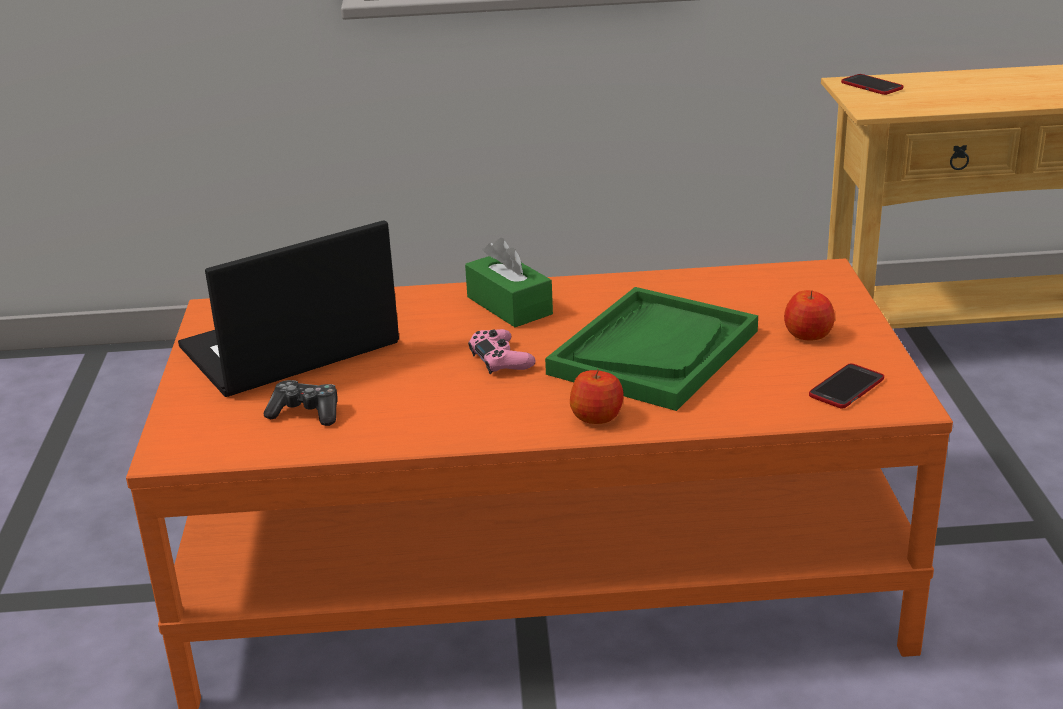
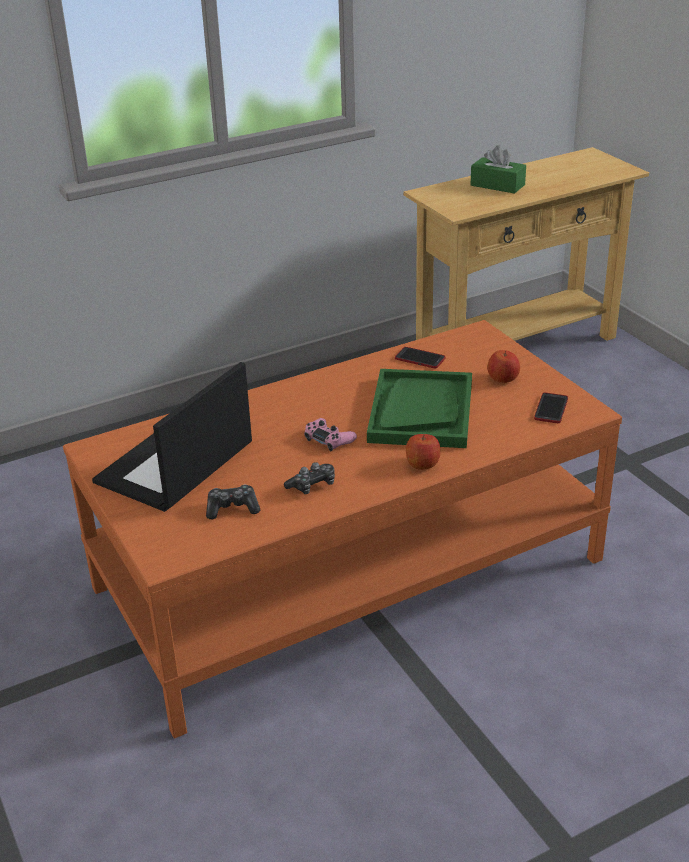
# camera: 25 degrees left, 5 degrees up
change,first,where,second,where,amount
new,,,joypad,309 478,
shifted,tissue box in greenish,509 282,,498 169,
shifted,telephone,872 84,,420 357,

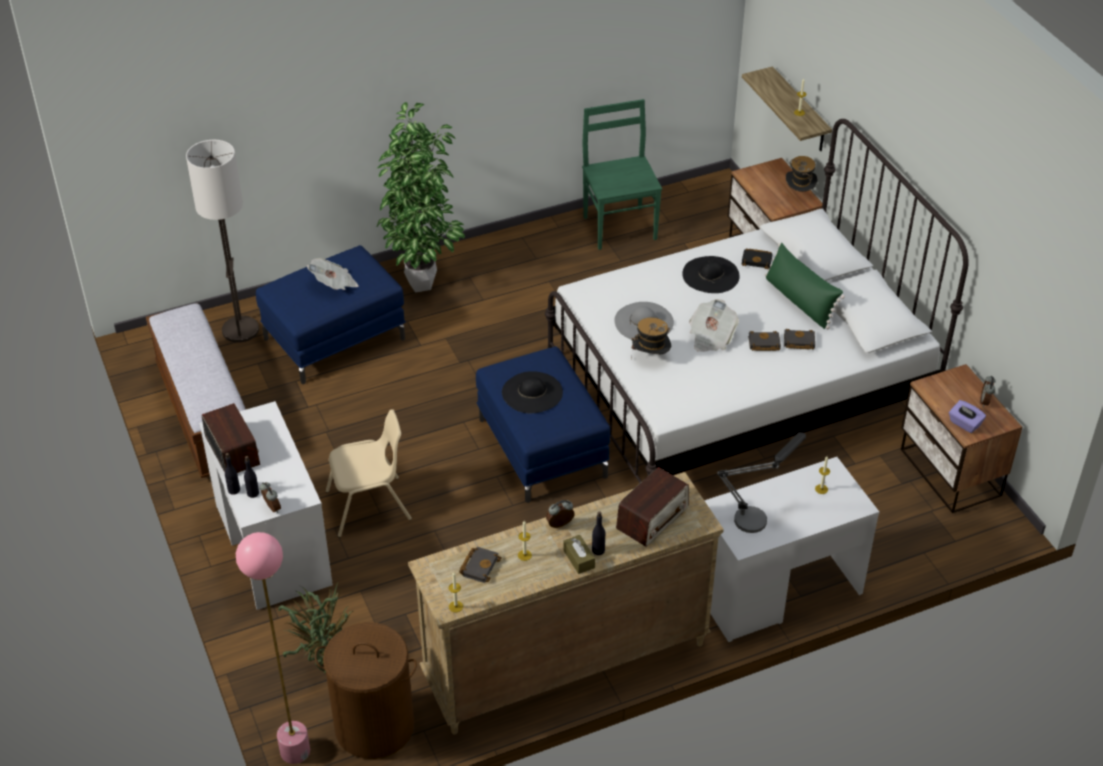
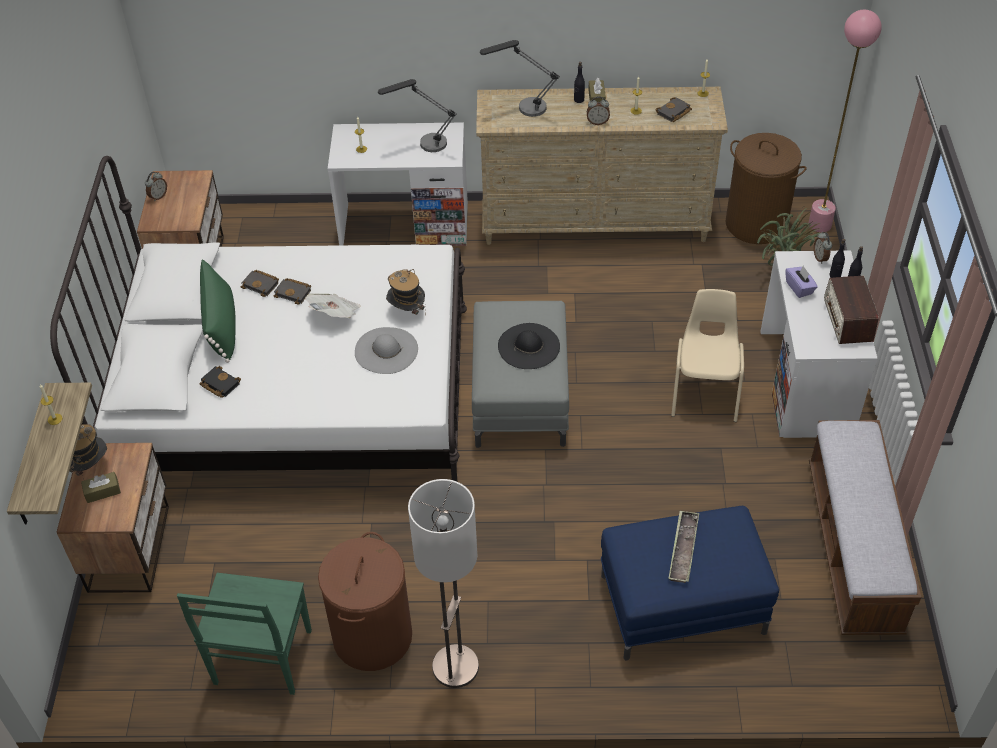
# camera: 155 degrees left, 5 degrees up
change,first,where,second,where,amount
gone,potted plant,421 197,,,
gone,wearable hat in black-coloured,711 274,,,
new,,,tissue box in brown,101 487,
new,,,laundry basket in brown,365 601,
shifted,floor lamp,222 241,,443 583,
shifted,tissue box in purplish,967 416,,802 281,
swapped,daily paper,332 274,tray,683 547,
swapped,radio receiver,652 507,table lamp,520 78,
repainted,ottoman in bluish,543 424,ottoman in greyish,520 374,
rotated,chair in sand-coloured,369 473,,707 355,90 degrees clockwise

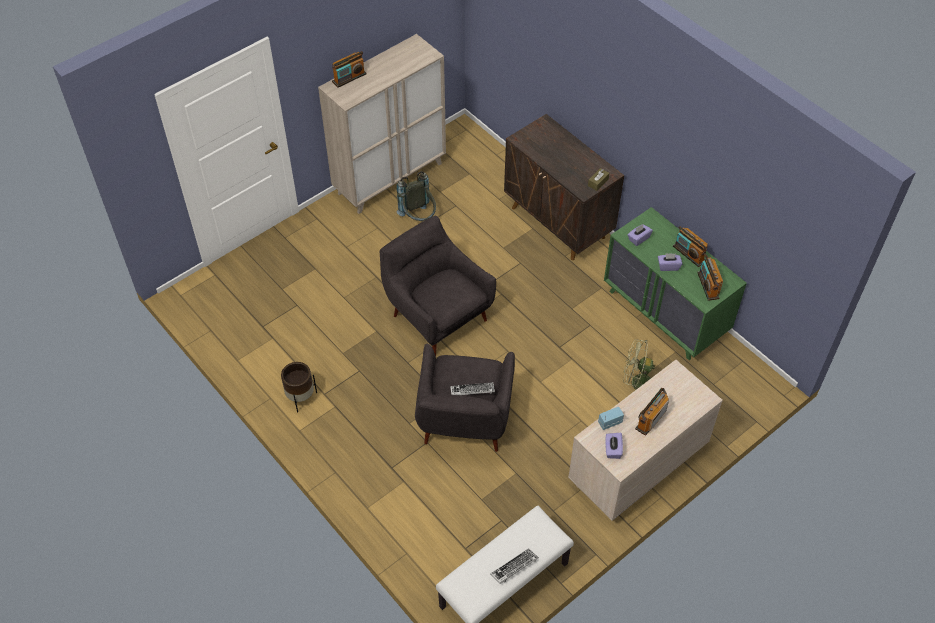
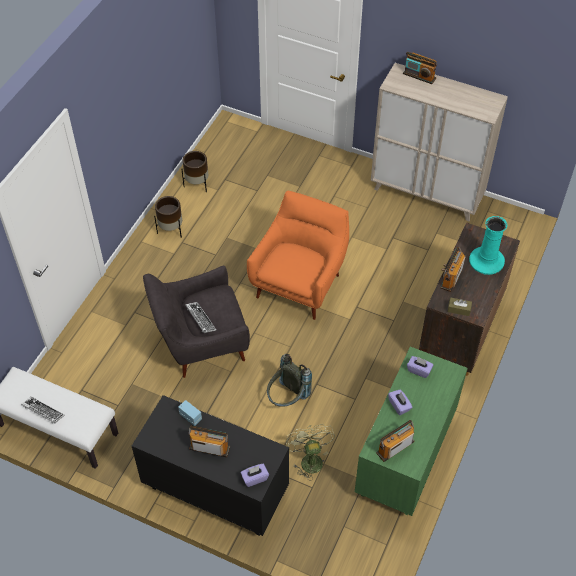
# camera: 65 degrees right, 0 degrees up
change,first,where,second,where,amount
new,,,flower pot in brown,195 171,
new,,,flower vase in blue-green,488 245,
shifted,backpack in greyish,416 196,,289 380,
shifted,tissue box in purplish,614 446,,255 475,
shifted,radio receiver,690 246,,452 269,
repainted,lounge chair in greyish,438 286,lounge chair in orangey,298 255,
repainted,drawer chest in sand-coloured,645 440,drawer chest in black-coloured,210 465,

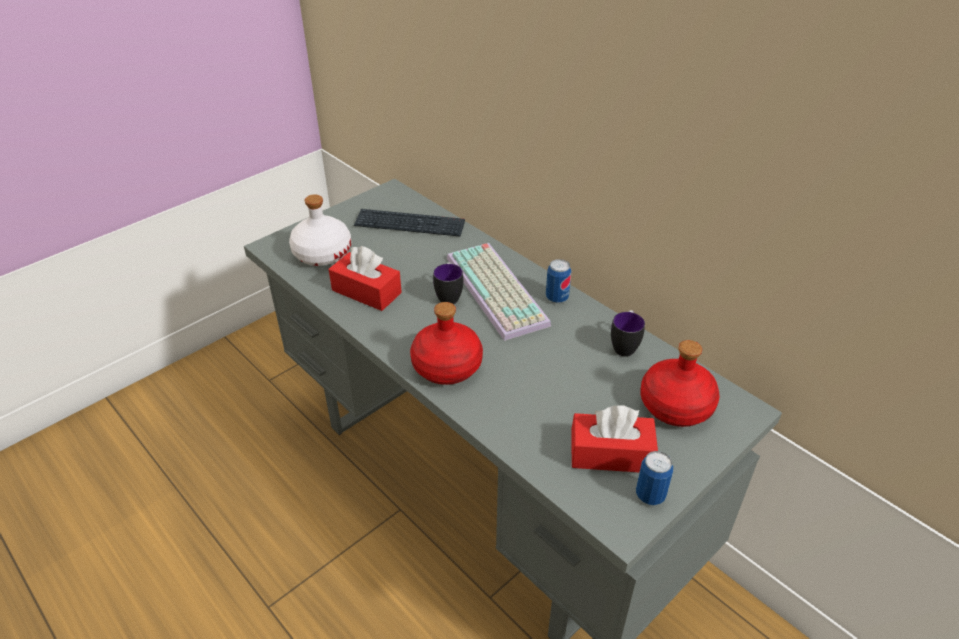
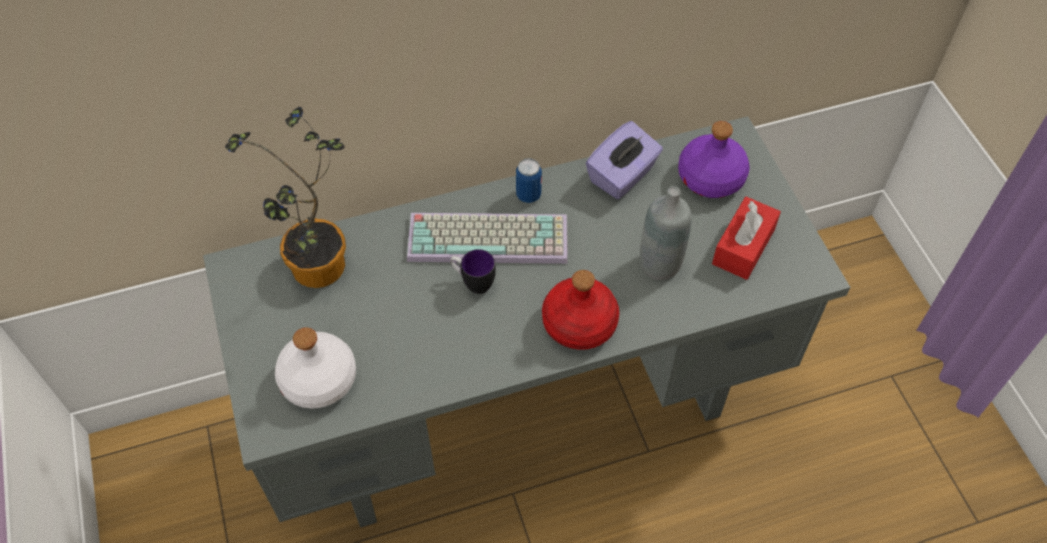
# camera: 65 degrees left, 15 degrees up
change,first,where,second,where,amount
gone,tissue box in red-coloured,365 278,,,
gone,can,654 478,,,
new,,,drink bottle in greyish,666 233,
swapped,PC keyboard,409 223,potted plant,285 197,
swapped,mug,628 333,tissue box in purplish,624 160,
repainted,drink bottle in red-coloured,680 383,drink bottle in purplish,714 159,

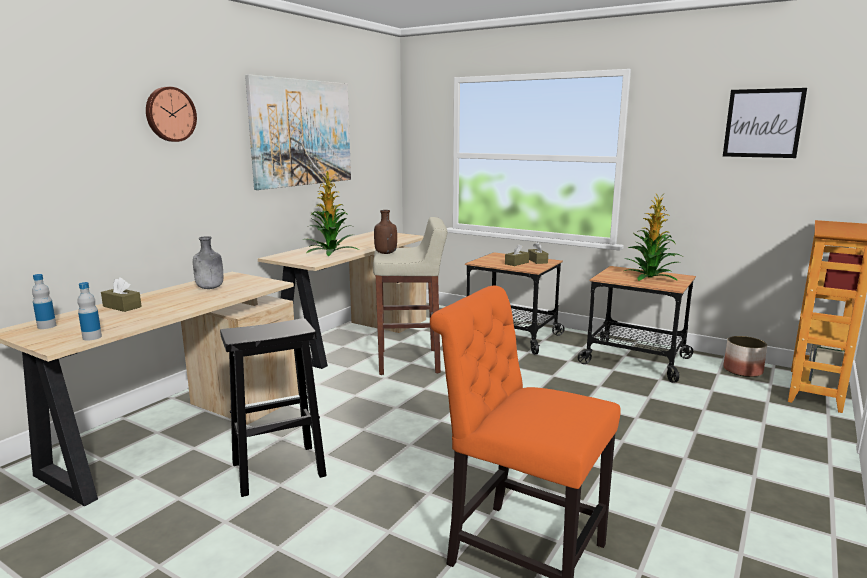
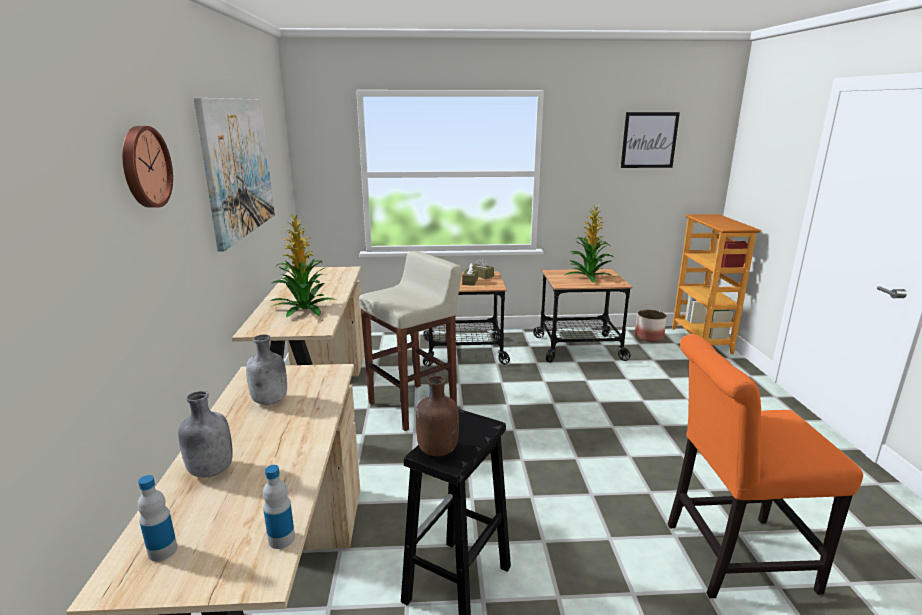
# camera: 35 degrees left, 5 degrees up
change,first,where,second,where,amount
shifted,drink bottle in brown,385 232,,437 416,
swapped,tissue box in brown,121 294,drink bottle in greyish,205 434,

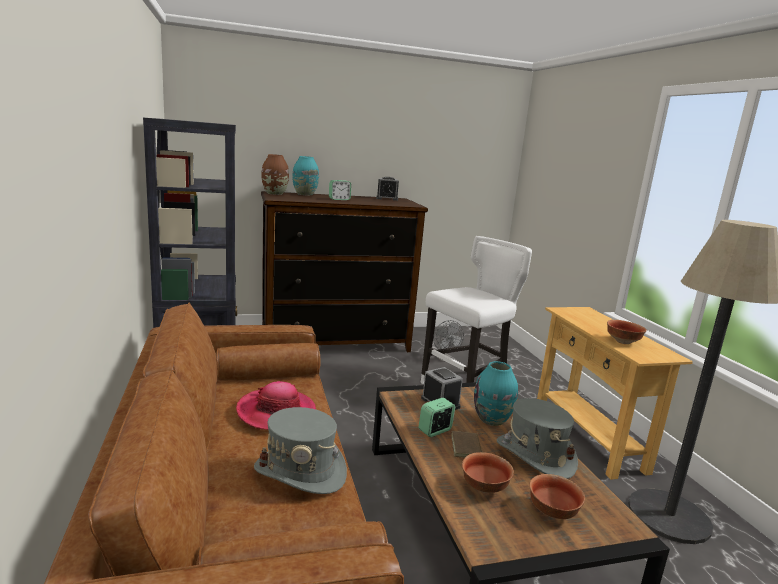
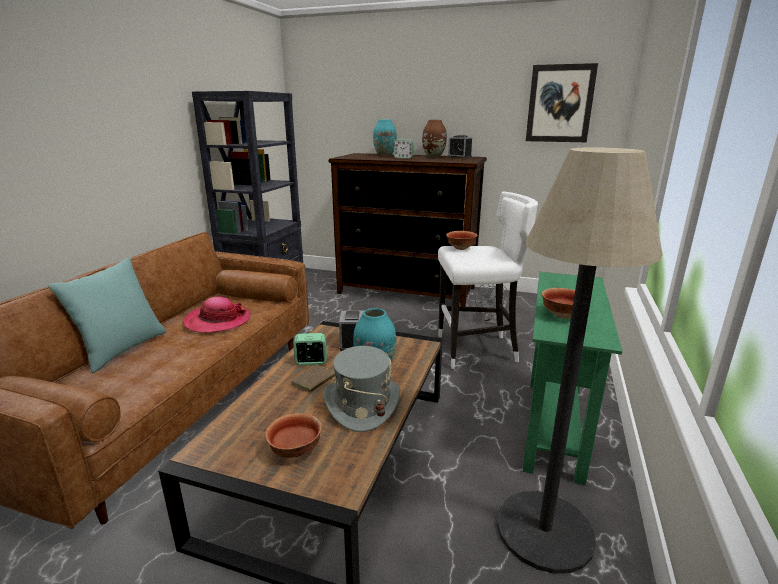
# camera: 35 degrees right, 5 degrees up
change,first,where,second,where,amount
gone,wearable hat in greyish,300 450,,,
new,,,throw pillow in blue-green,107 315,
new,,,wall picture,562 102,
shifted,flower vase in brown,275 174,,434 138,
shifted,deep dish,488 472,,462 240,
repainted,console table in sand-coloured,615 393,console table in greenish,573 378,

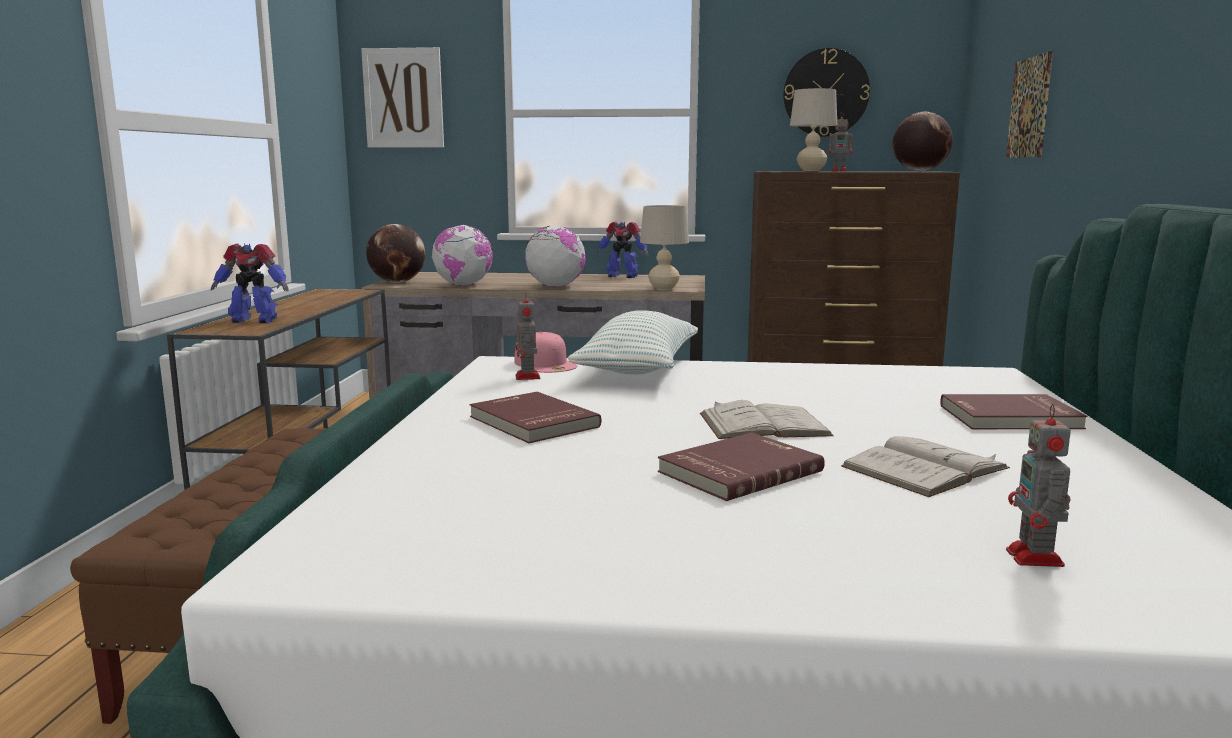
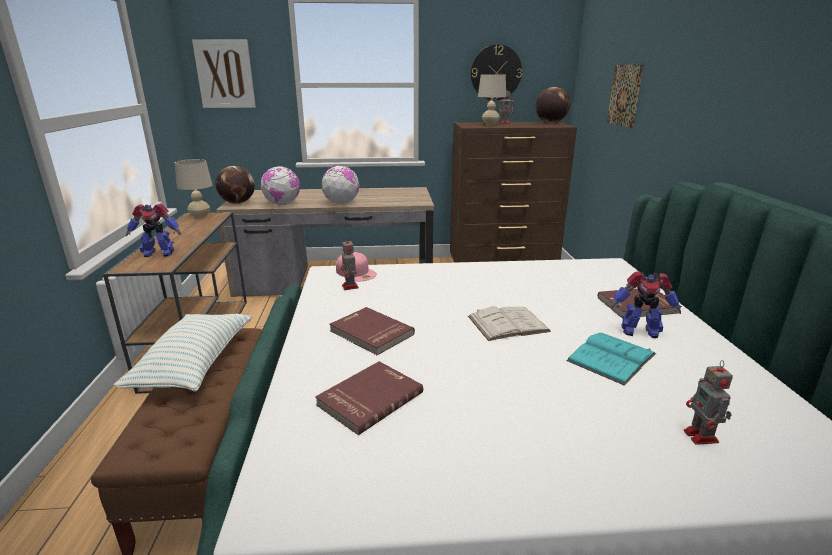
# camera: 10 degrees left, 10 degrees up
change,first,where,second,where,amount
shifted,throw pillow,633 342,,182 353,
shifted,robot figure,622 249,,646 304,
shifted,table lamp in sand-coloured,664 247,,193 188,
shifted,volume in red-coloured,741 467,,369 398,
repainted,volume in whitish,925 466,volume in blue-green,611 359,

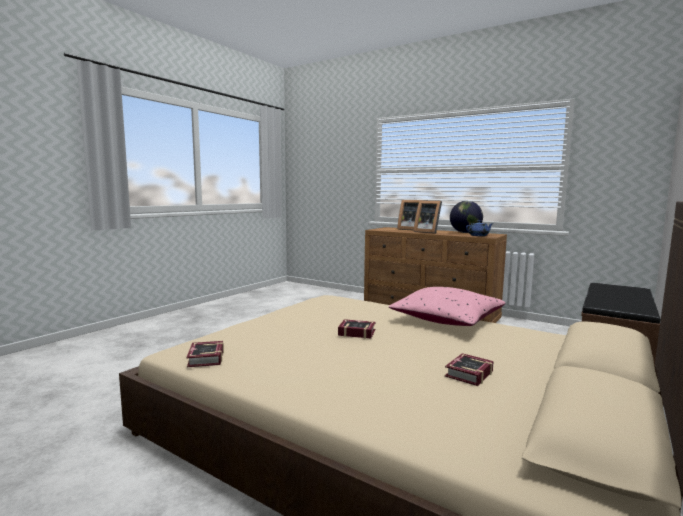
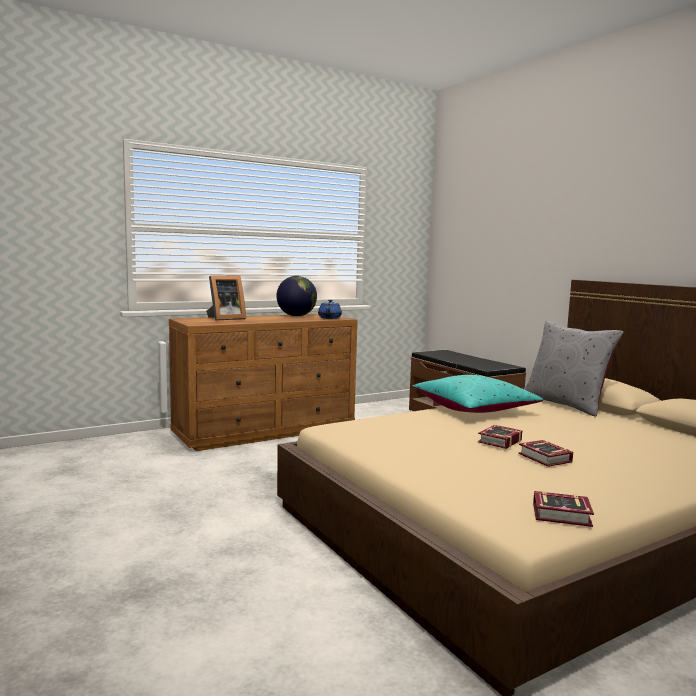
# camera: 65 degrees left, 0 degrees up
change,first,where,second,where,amount
gone,standing frame,427 217,,,
new,,,throw pillow in greyish,574 369,
shifted,volume,469 369,,545 453,
repainted,throw pillow in pink,447 306,throw pillow in blue-green,478 394,

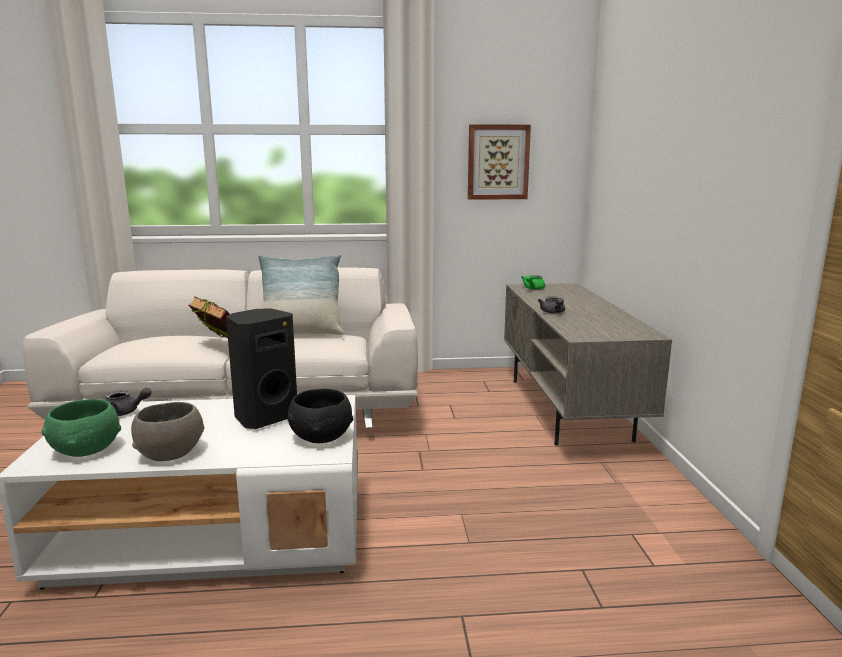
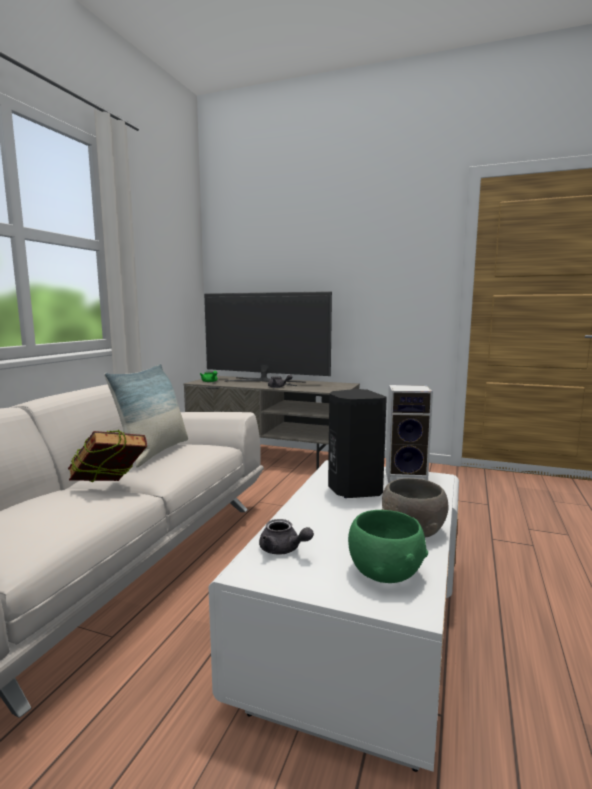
# camera: 65 degrees left, 5 degrees down
change,first,where,second,where,amount
gone,wall picture,499 162,,,
new,,,TV,268 338,
swapped,deep dish in black-coloured,320 416,loudspeaker,409 434,
rotated,tea pot in greyish,128 402,,286 537,105 degrees clockwise

